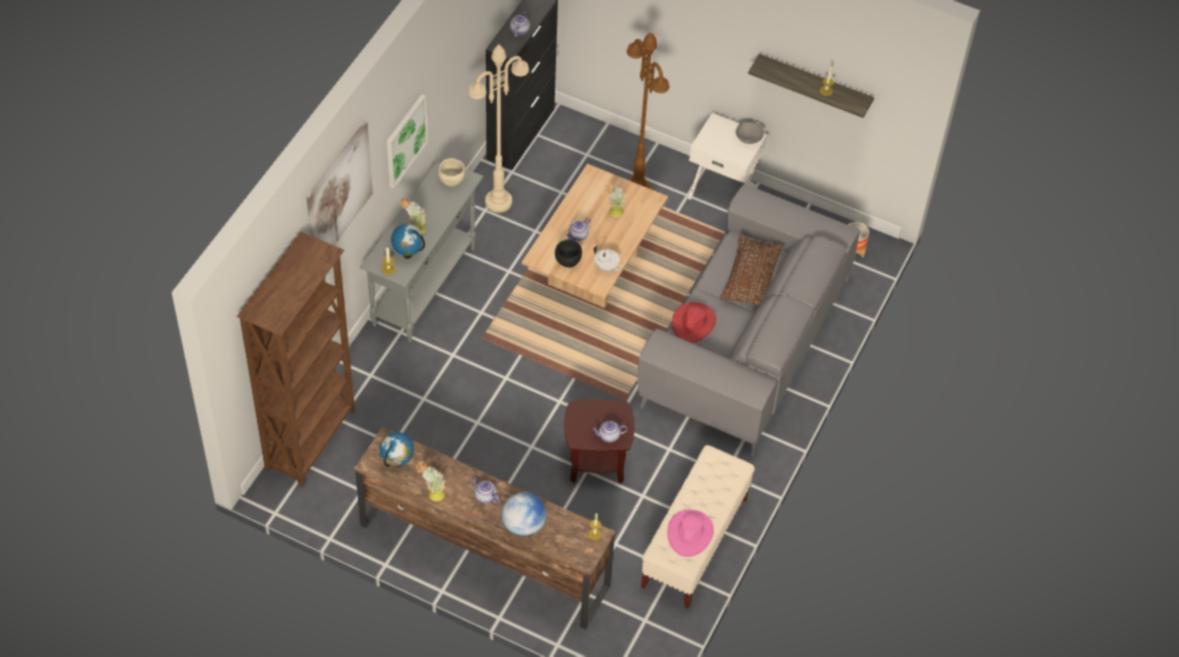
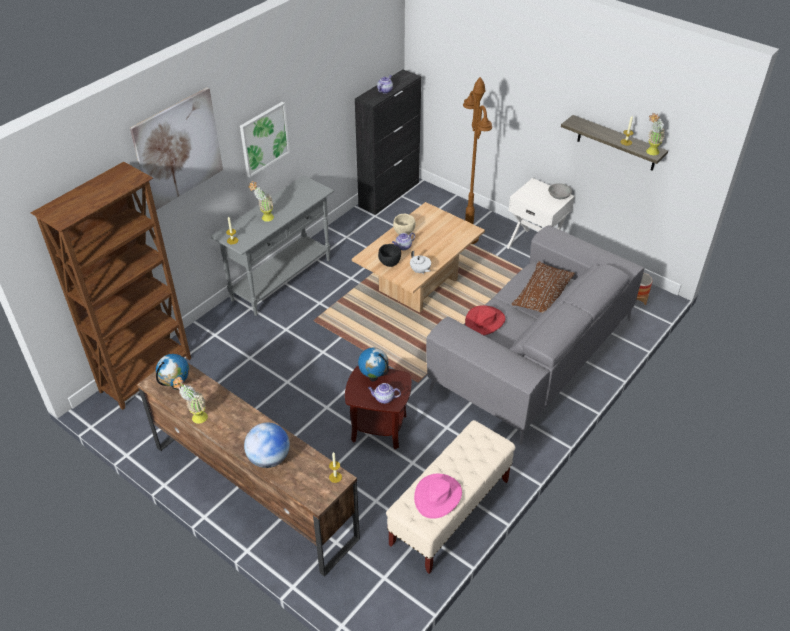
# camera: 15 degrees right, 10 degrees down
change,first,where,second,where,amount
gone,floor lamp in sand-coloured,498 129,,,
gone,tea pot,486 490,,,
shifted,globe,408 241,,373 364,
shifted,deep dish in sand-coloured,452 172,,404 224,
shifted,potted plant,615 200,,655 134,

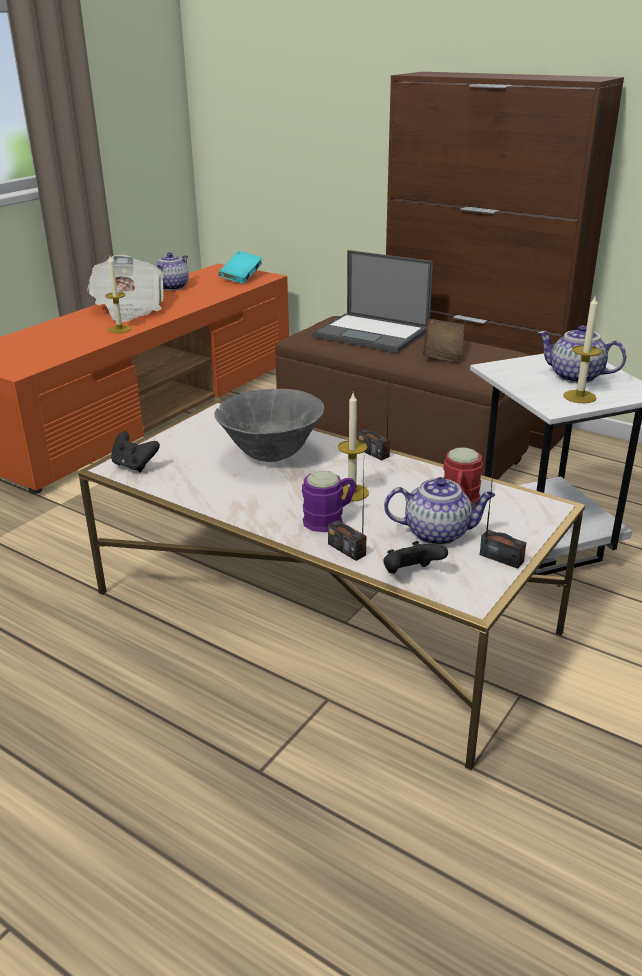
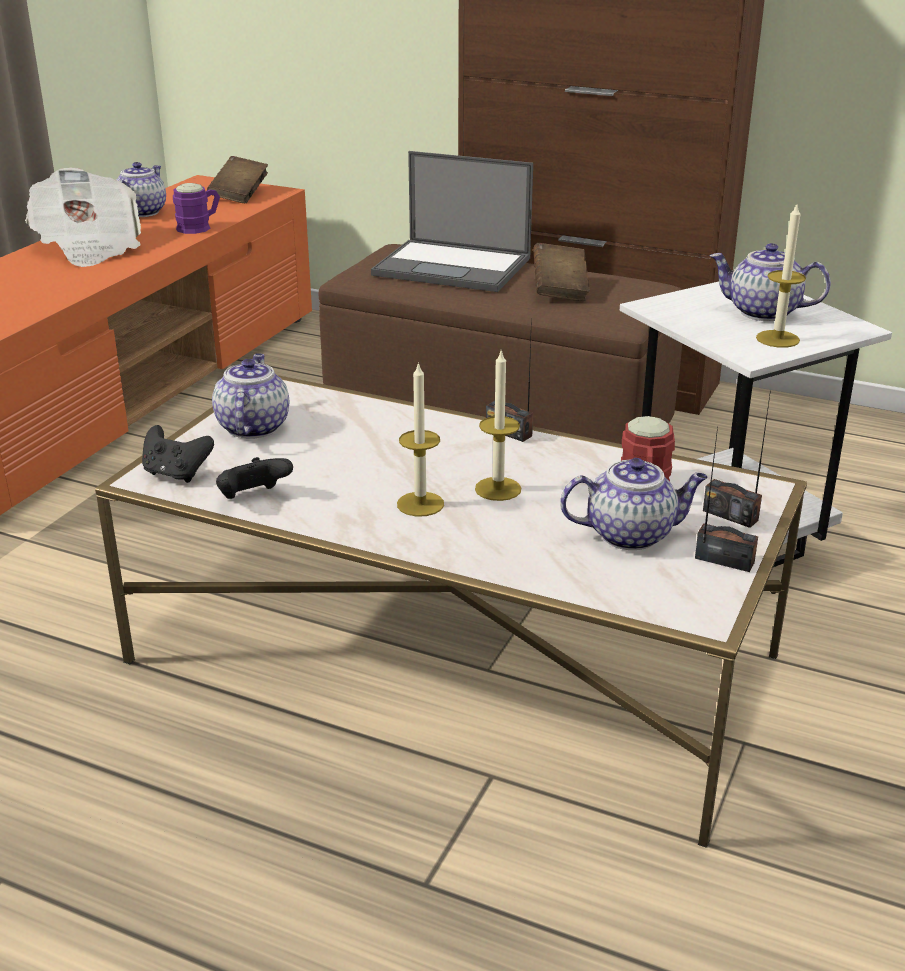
# camera: 10 degrees left, 0 degrees up
change,first,where,second,where,amount
gone,deep dish in greyish,269 425,,,
new,,,tea pot,251 396,
shifted,wax light,118 294,,420 439,
shifted,mug in purplish,329 501,,196 208,
shifted,radio receiver,347 518,,737 459,
shifted,joypad in black-coloured,415 557,,254 478,
repainted,volume in blue-green,240 267,volume in brown,237 179,

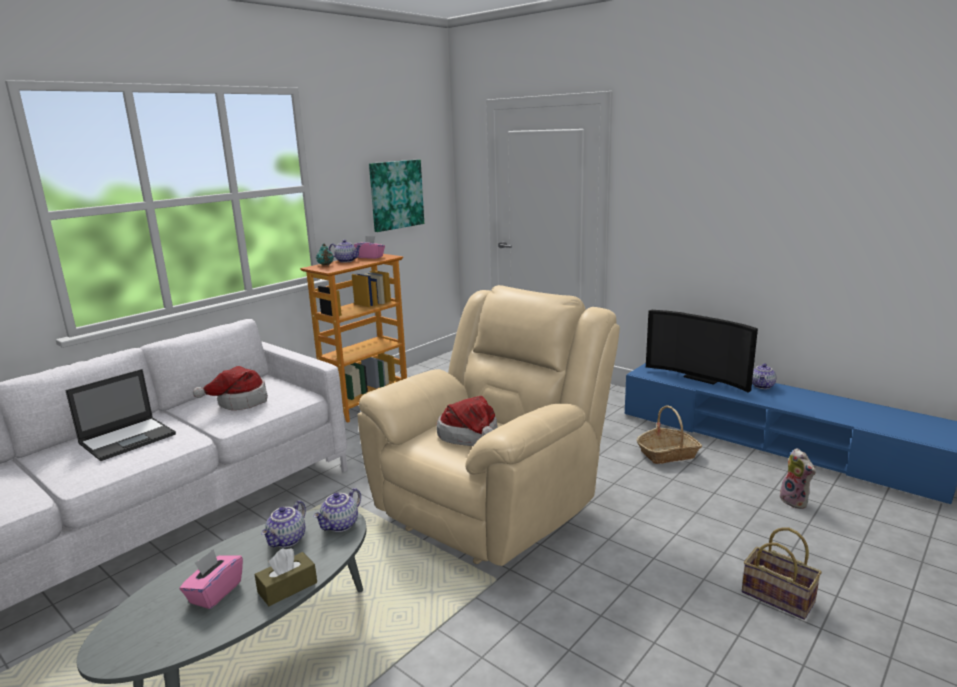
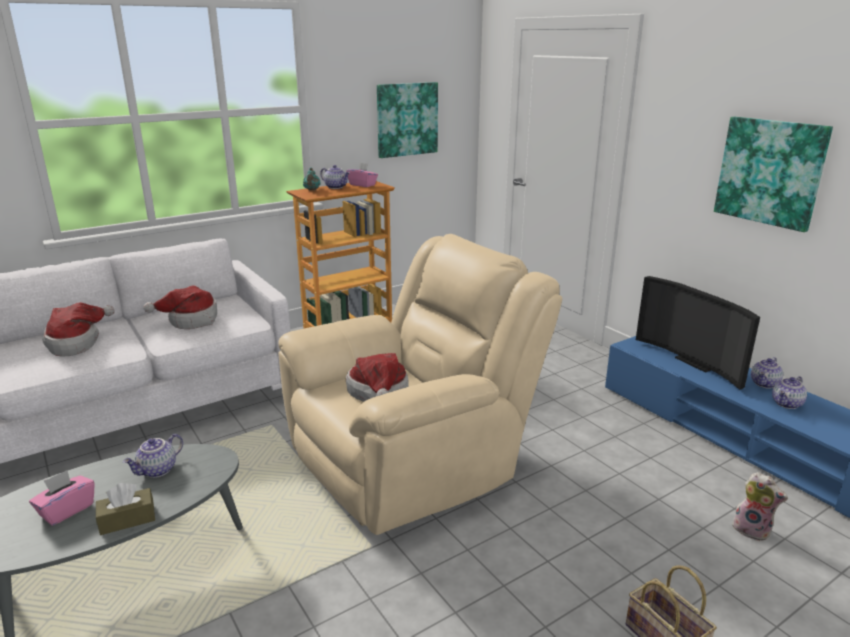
# camera: 15 degrees right, 5 degrees up
change,first,where,second,where,amount
gone,household basket,669 434,,,
new,,,wall picture,773 174,
shifted,tea pot,337 510,,789 392,
swapped,laptop,120 415,wearable hat,78 329,
rotated,plush toy,798 478,,760 506,45 degrees counterclockwise

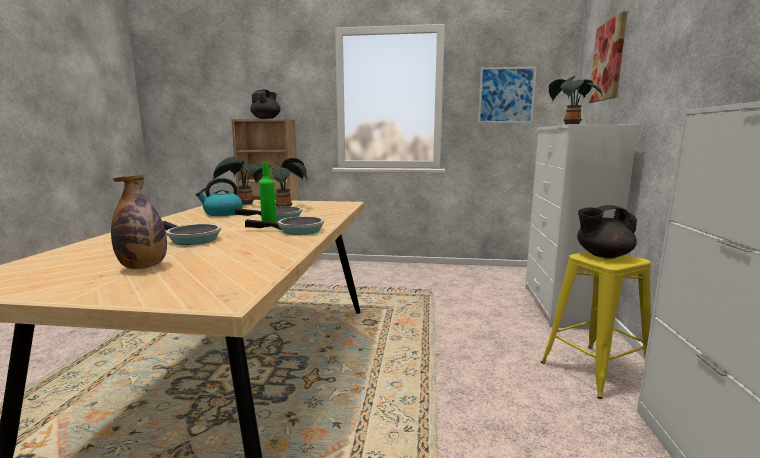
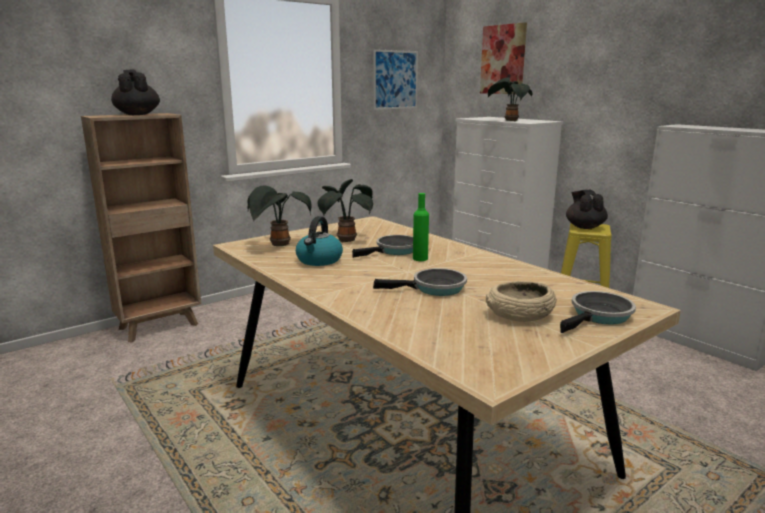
# camera: 45 degrees left, 5 degrees up
change,first,where,second,where,amount
shifted,pan,284 225,,598 312,
swapped,drink bottle,139 222,deep dish in sand-coloured,521 301,
rotated,tea pot in black-coloured,607 231,,587 209,135 degrees clockwise

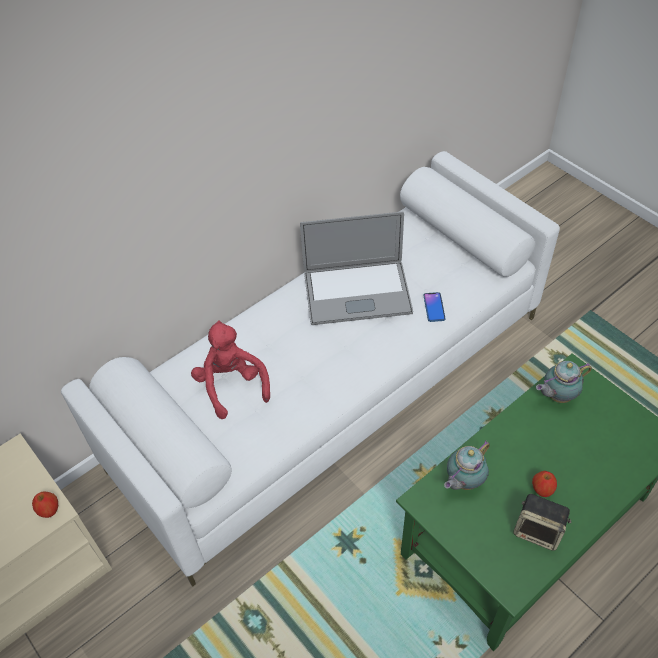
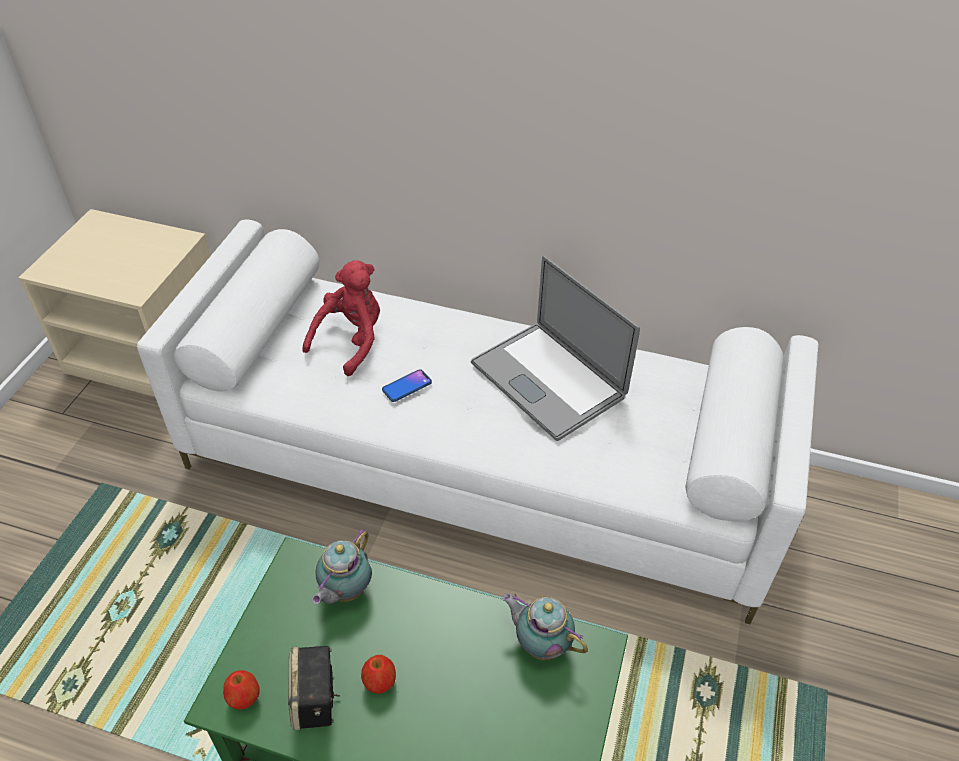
# camera: 55 degrees right, 5 degrees down
change,first,where,second,where,amount
shifted,apple,45 504,,241 690,
shifted,telephone,434 307,,407 385,
rotated,tea pot,467 465,,342 566,75 degrees counterclockwise

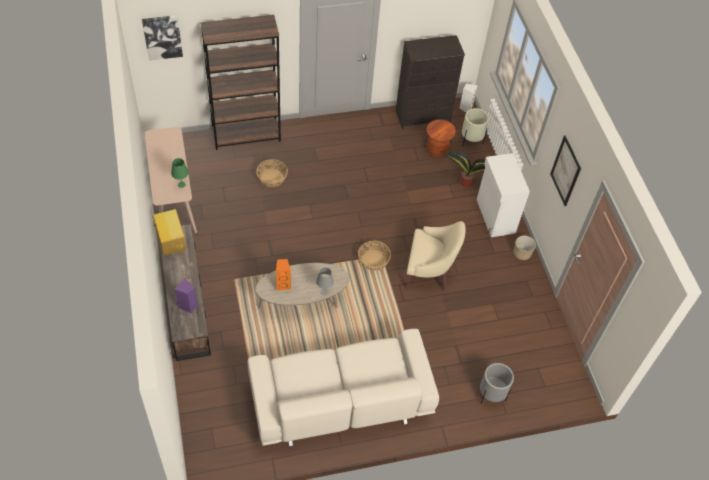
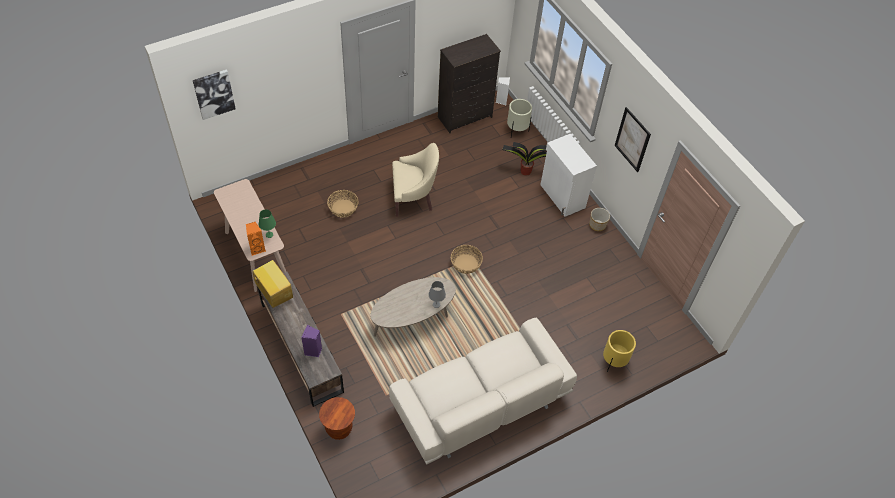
# camera: 15 degrees left, 0 degrees up
change,first,where,second,where,amount
gone,bookcase in brown,240 82,,,
shifted,loudspeaker in orangey,283 275,,256 239,
shifted,lounge chair in sand-coloured,435 256,,415 180,
shifted,sitting stool in brown,441 138,,337 418,
repainted,flower pot in greyish,497 383,flower pot in yellowish,619 351,

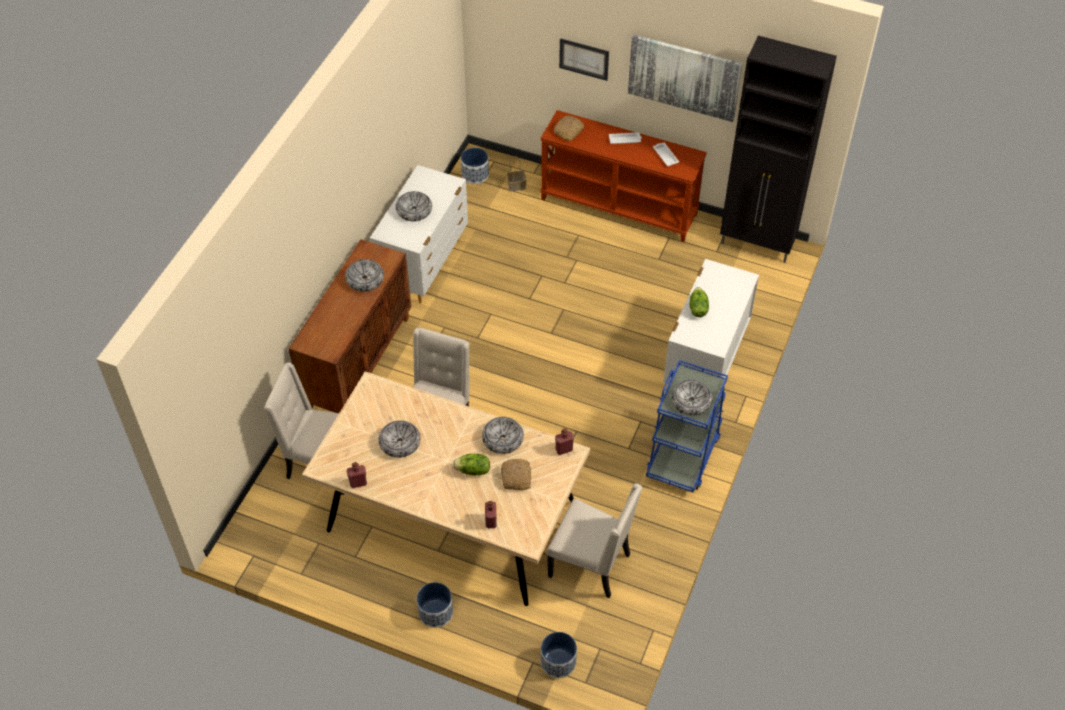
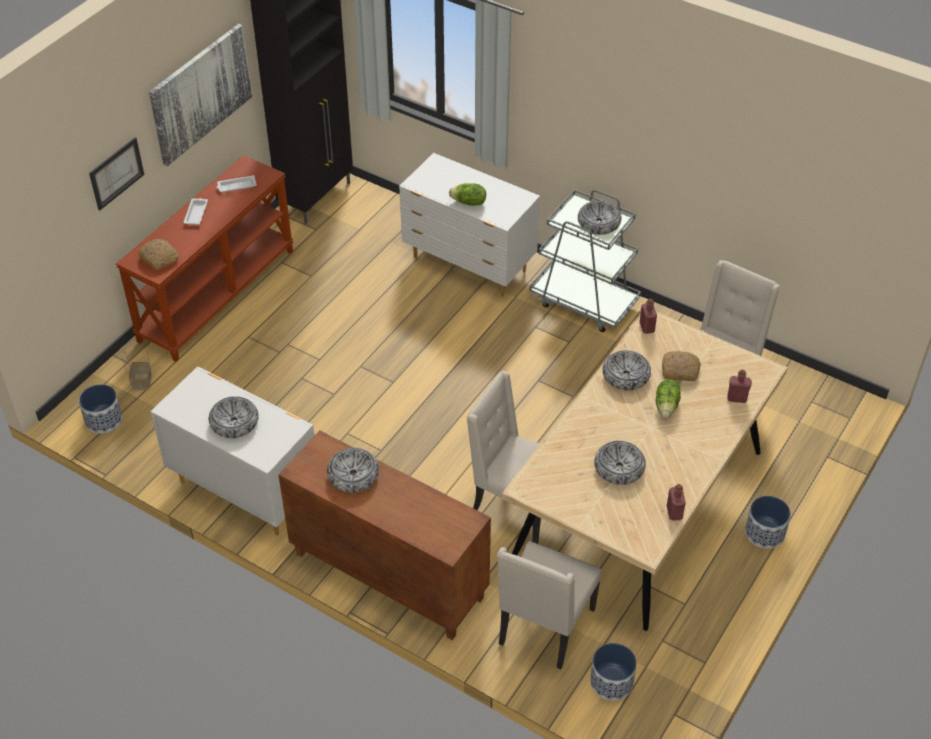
# camera: 80 degrees left, 5 degrees down
change,first,where,second,where,amount
shifted,flower pot,559 655,,613 672,
repainted,wheeled cart in bluish,687 426,wheeled cart in greyish,585 260,

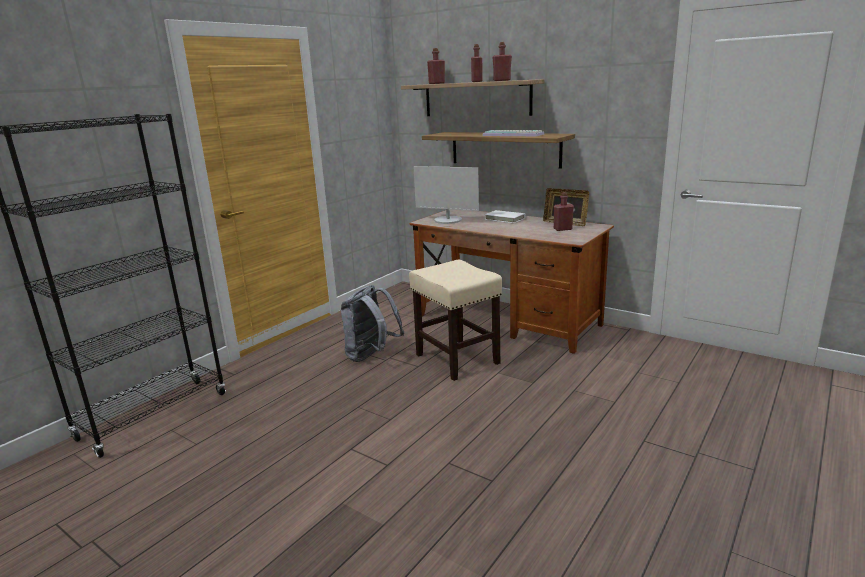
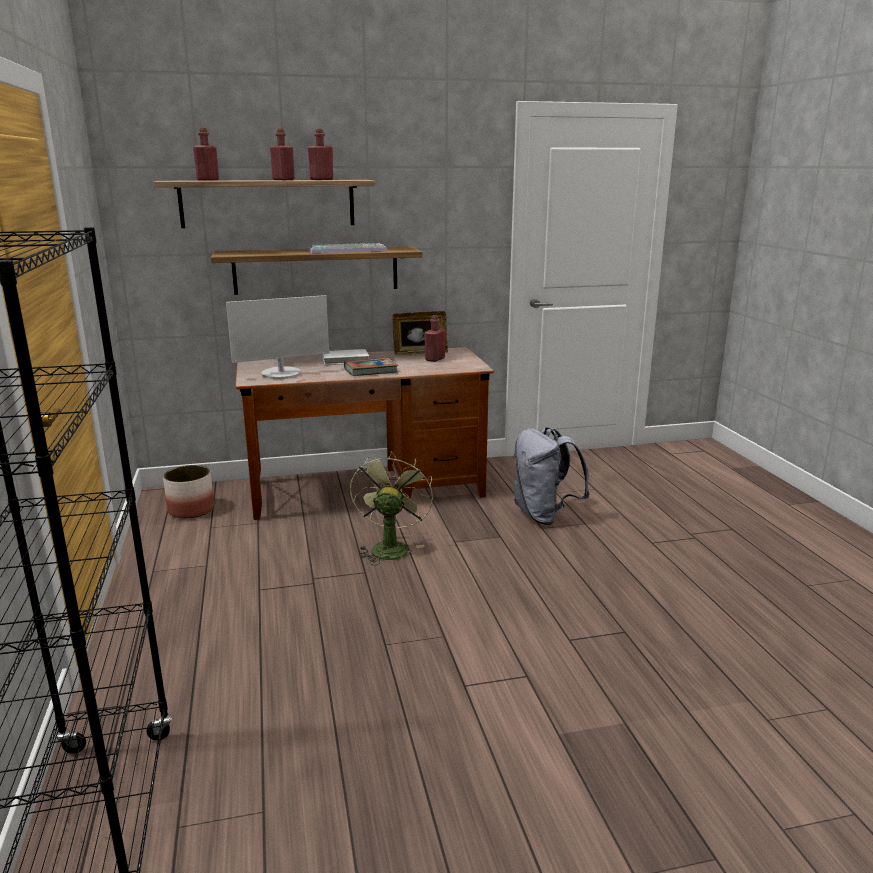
# camera: 50 degrees left, 0 degrees up
change,first,where,second,where,amount
new,,,flower pot,188 492,
new,,,volume,371 367,
shifted,backpack in greyish,372 323,,551 476,
swapped,sitting stool in sand-coloured,455 320,fan in greenish,391 508,

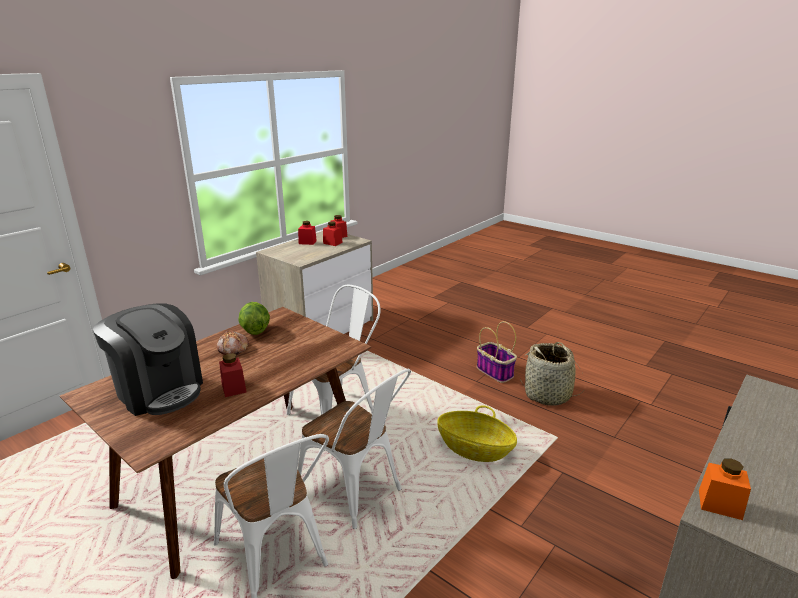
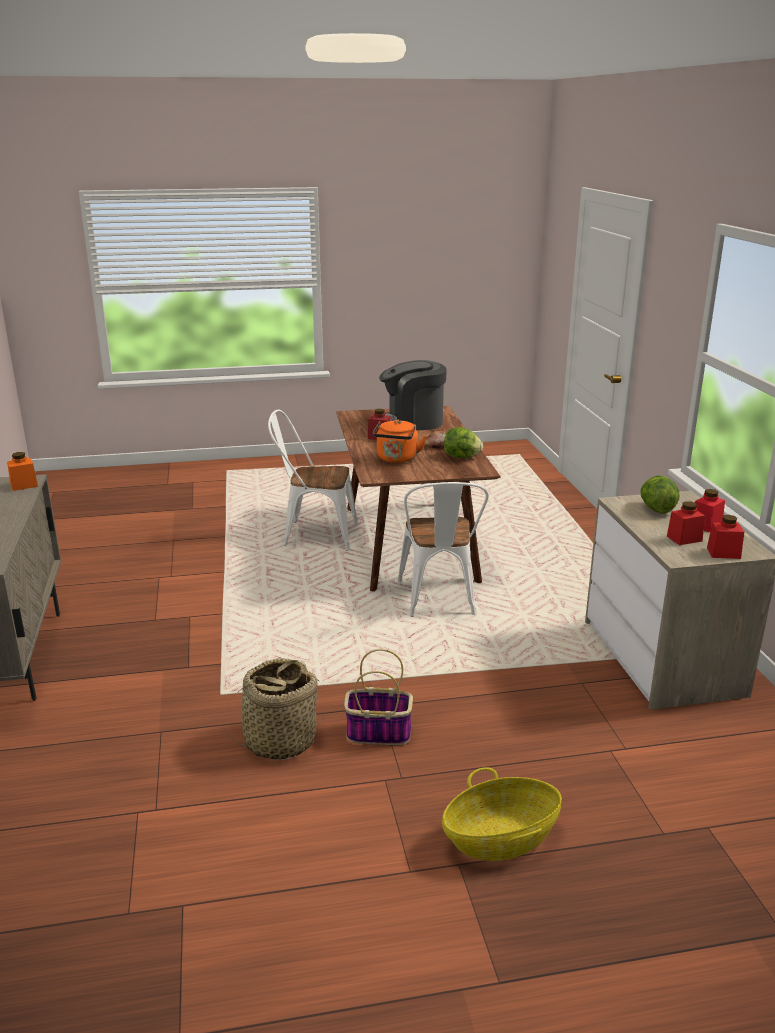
# camera: 130 degrees right, 0 degrees up
change,first,where,second,where,amount
gone,chair in whitish,354 449,,,
new,,,tea kettle in orangey,400 441,
new,,,lettuce head,659 494,
shifted,household basket,477 433,,502 814,

